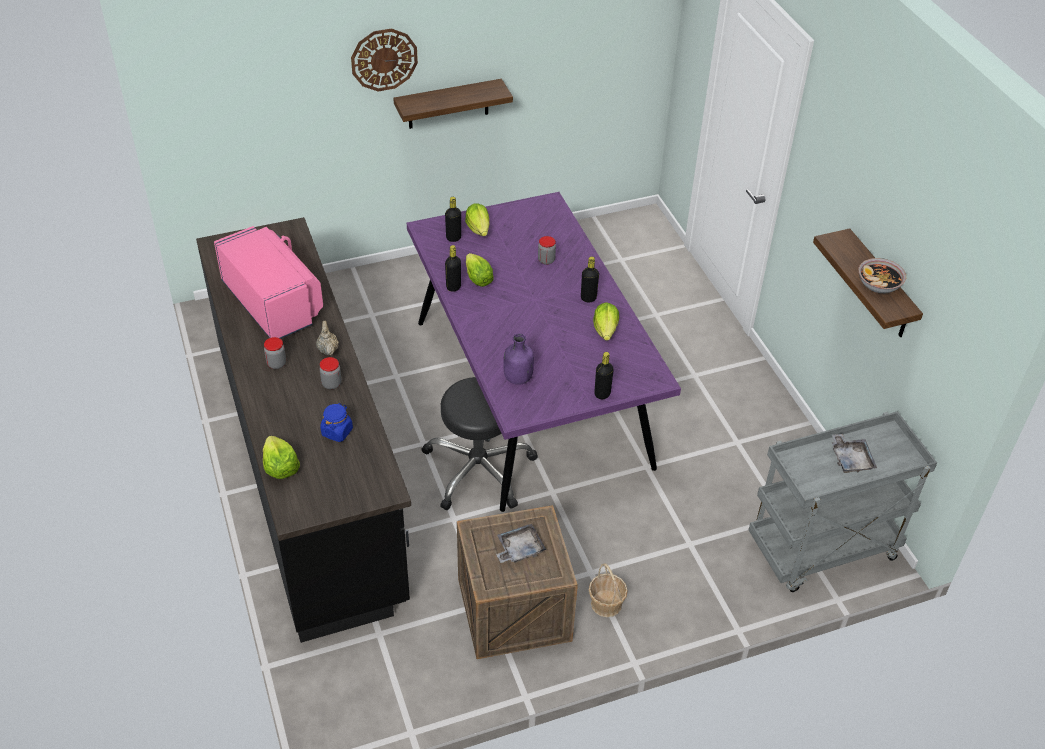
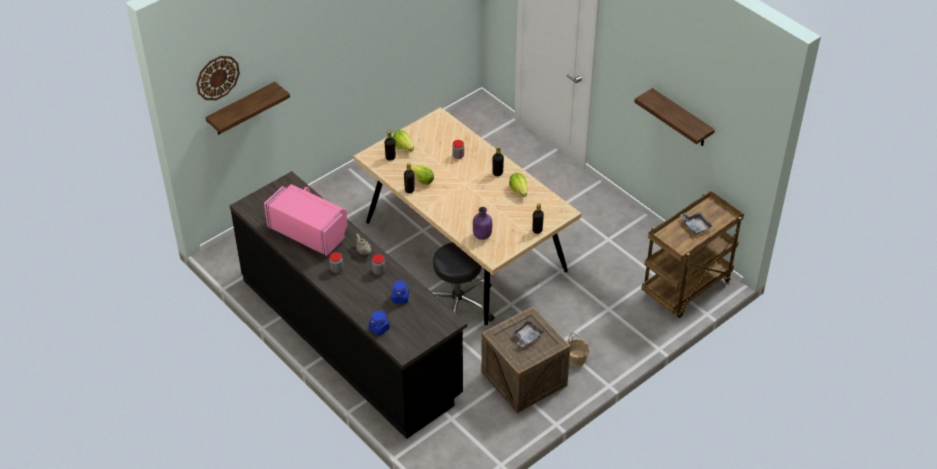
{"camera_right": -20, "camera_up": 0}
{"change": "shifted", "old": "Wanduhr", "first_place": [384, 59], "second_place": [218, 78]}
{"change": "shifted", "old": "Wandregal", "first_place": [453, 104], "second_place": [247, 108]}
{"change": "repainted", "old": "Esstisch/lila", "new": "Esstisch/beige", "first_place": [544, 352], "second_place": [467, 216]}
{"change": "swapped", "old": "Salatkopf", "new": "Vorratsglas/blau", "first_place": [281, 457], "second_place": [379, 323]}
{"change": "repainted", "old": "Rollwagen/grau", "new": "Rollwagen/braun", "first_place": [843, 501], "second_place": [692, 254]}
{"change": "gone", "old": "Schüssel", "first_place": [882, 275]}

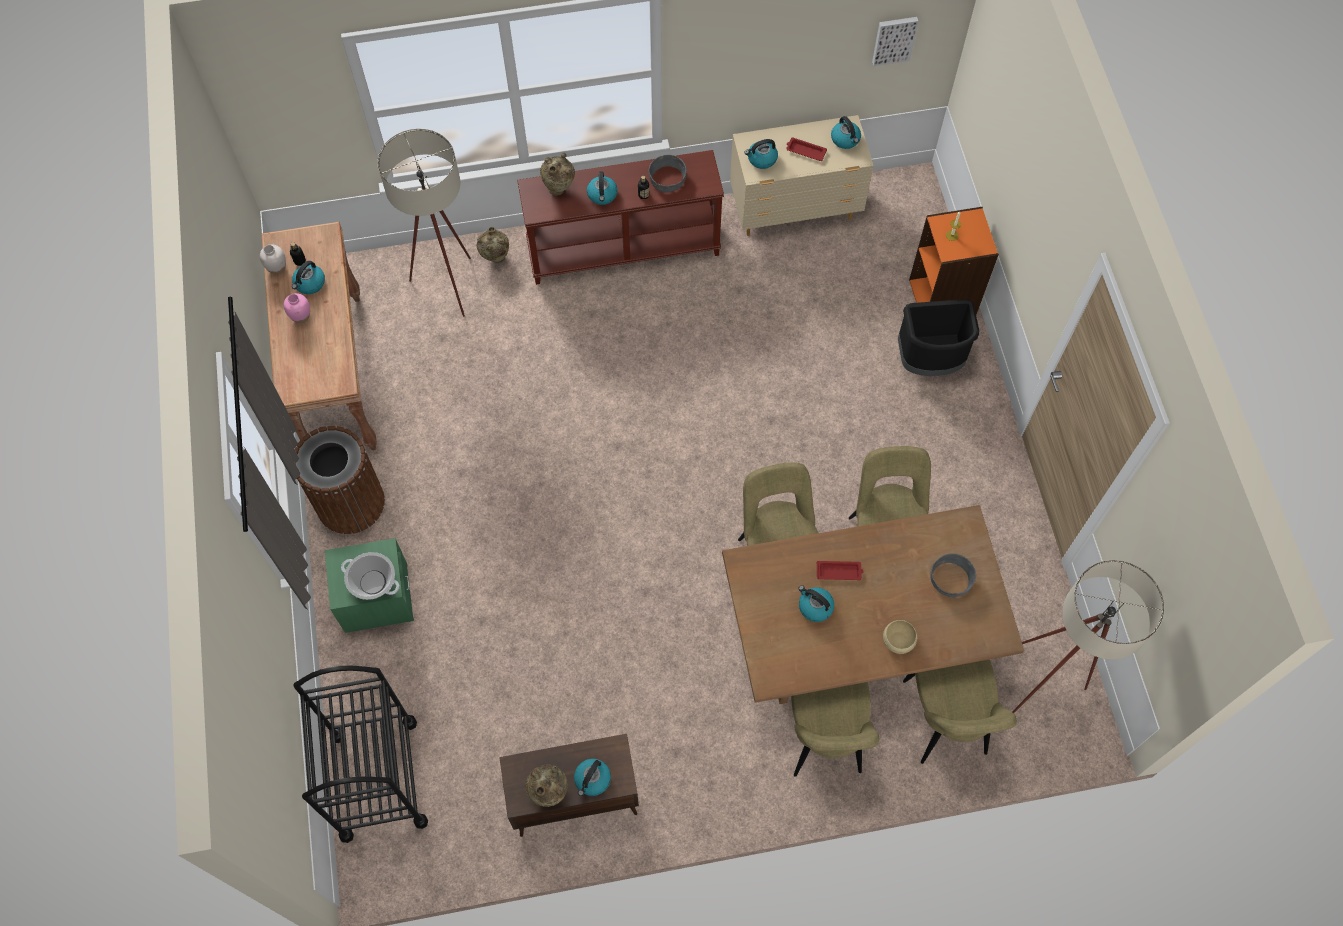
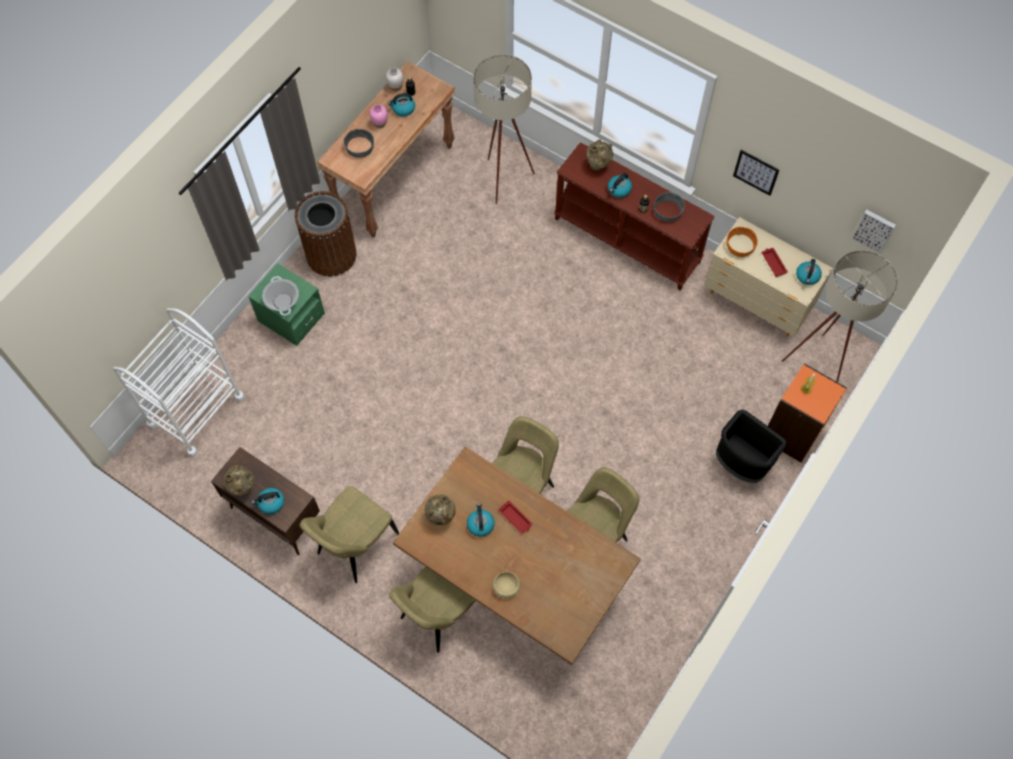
{"camera_right": 45, "camera_up": 0}
{"change": "repainted", "old": "Rollwagen/schwarz", "new": "Rollwagen/weiß", "first_place": [360, 754], "second_place": [179, 383]}
{"change": "shifted", "old": "Stuhl/beige", "first_place": [960, 711], "second_place": [349, 534]}
{"change": "shifted", "old": "Schüssel/grau", "first_place": [953, 575], "second_place": [359, 143]}
{"change": "shifted", "old": "Vase/beige", "first_place": [493, 245], "second_place": [440, 509]}
{"change": "swapped", "old": "Wasserkessel", "new": "Schüssel/orange", "first_place": [761, 154], "second_place": [742, 242]}
{"change": "new", "new": "Bild", "second_place": [756, 173]}
{"change": "shifted", "old": "Stehlampe/beige", "first_place": [1088, 636], "second_place": [840, 316]}

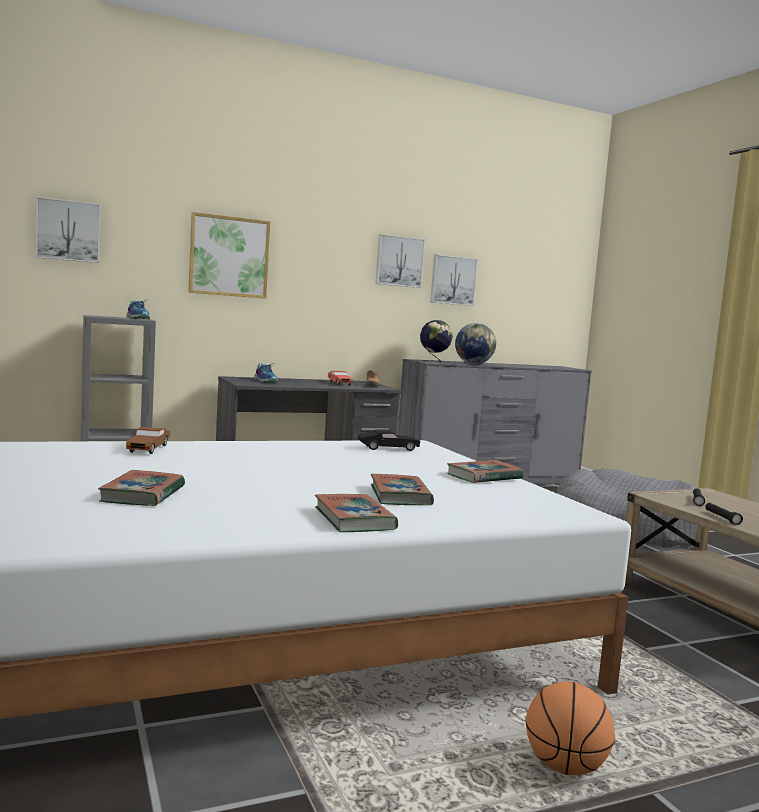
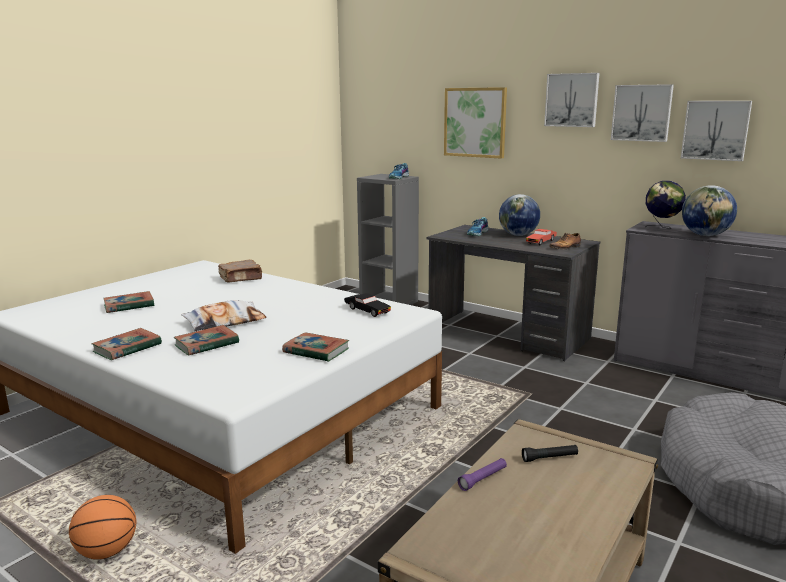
{"camera_right": 60, "camera_up": 10}
{"change": "new", "new": "Kissen", "second_place": [224, 315]}
{"change": "swapped", "old": "Spielzeugauto/braun", "new": "Buch/braun", "first_place": [148, 440], "second_place": [240, 271]}
{"change": "repainted", "old": "Taschenlampe/schwarz", "new": "Taschenlampe/lila", "first_place": [724, 514], "second_place": [482, 474]}
{"change": "new", "new": "Globus", "second_place": [519, 215]}
{"change": "shifted", "old": "Bild", "first_place": [68, 230], "second_place": [572, 100]}

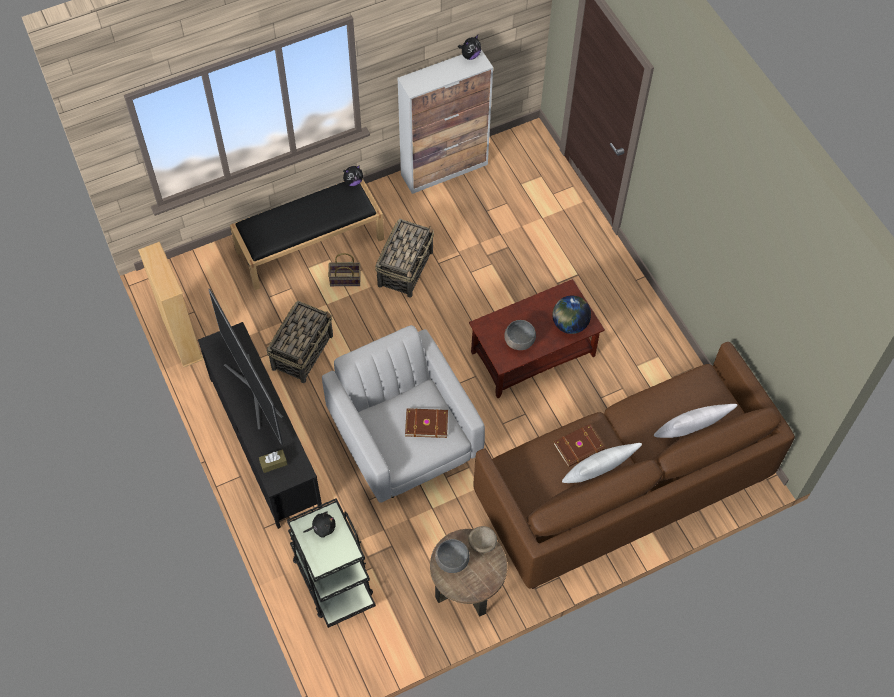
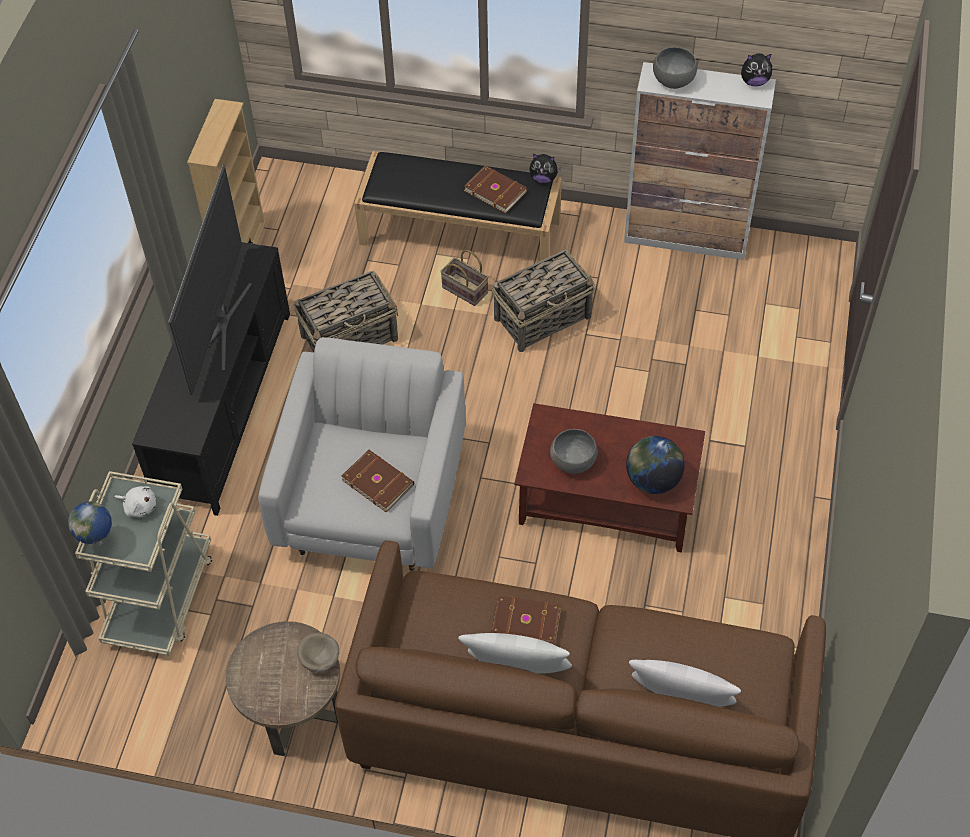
{"camera_right": 40, "camera_up": -5}
{"change": "new", "new": "Globus", "second_place": [90, 523]}
{"change": "repainted", "old": "Rollwagen/schwarz", "new": "Rollwagen/beige", "first_place": [331, 563], "second_place": [143, 563]}
{"change": "repainted", "old": "Plüschtier/schwarz", "new": "Plüschtier/weiß", "first_place": [319, 524], "second_place": [135, 501]}
{"change": "new", "new": "Buch/braun", "second_place": [496, 189]}
{"change": "shifted", "old": "Schüssel/grau", "first_place": [452, 556], "second_place": [675, 68]}
{"change": "gone", "old": "Taschentuchbox/braun", "first_place": [273, 461]}

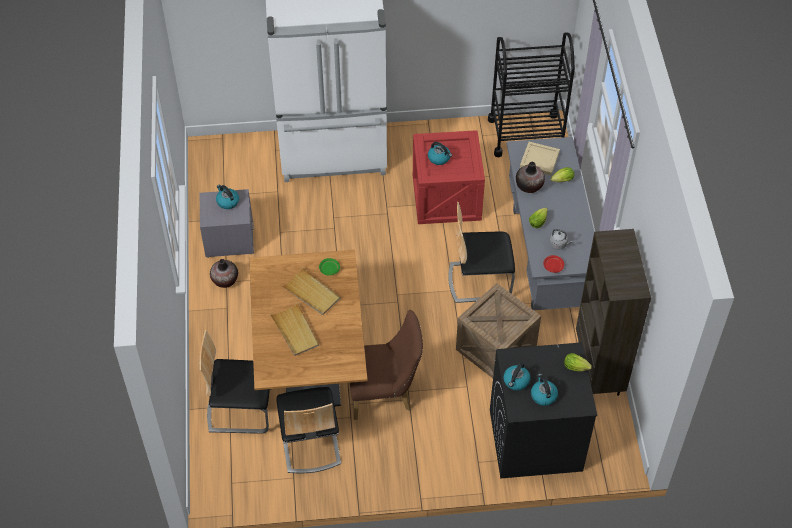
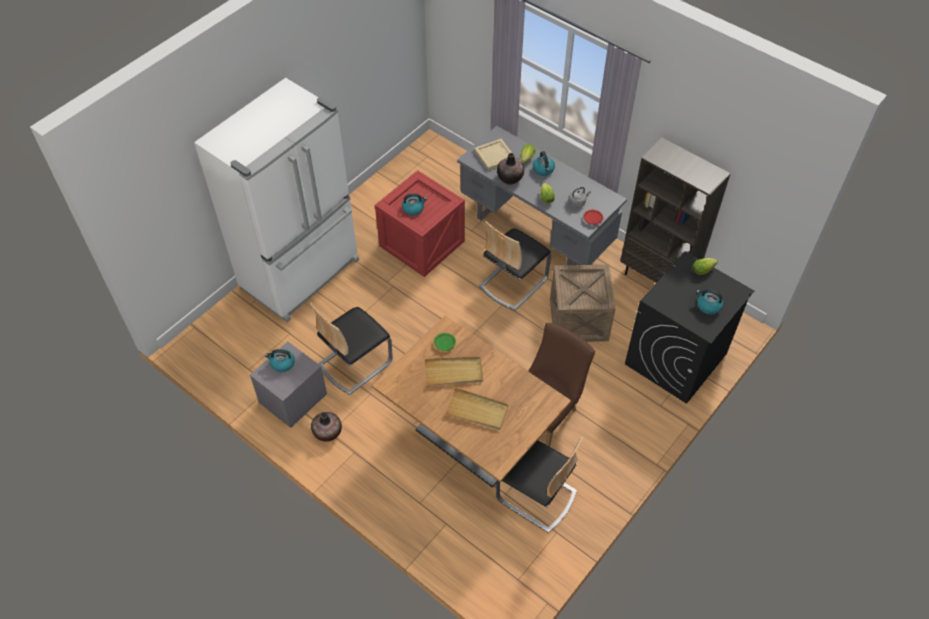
{"camera_right": -45, "camera_up": 0}
{"change": "shifted", "old": "Stuhl", "first_place": [235, 382], "second_place": [351, 348]}
{"change": "shifted", "old": "Wasserkessel", "first_place": [517, 376], "second_place": [544, 163]}
{"change": "gone", "old": "Rollwagen/schwarz", "first_place": [531, 95]}

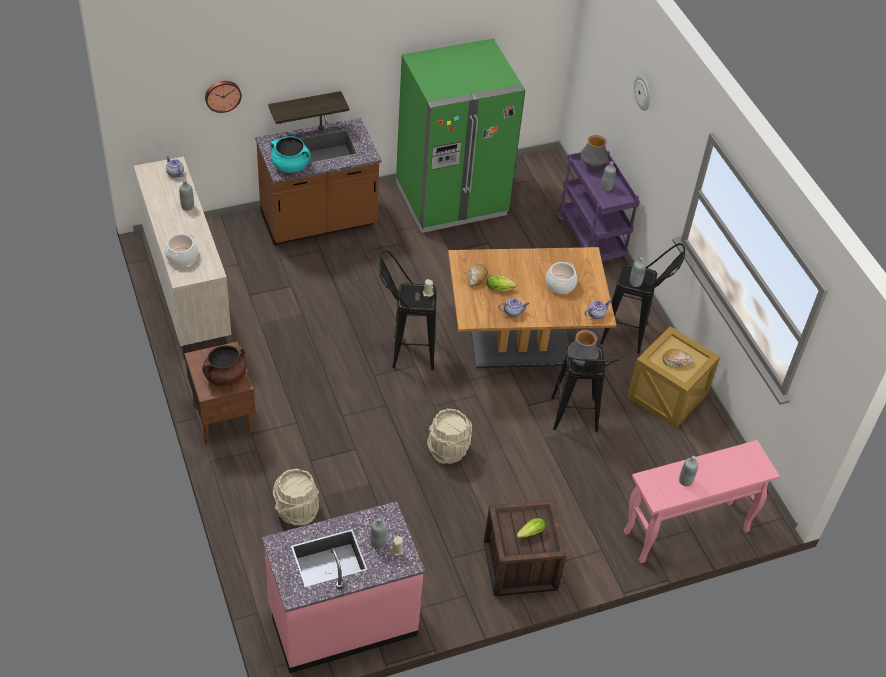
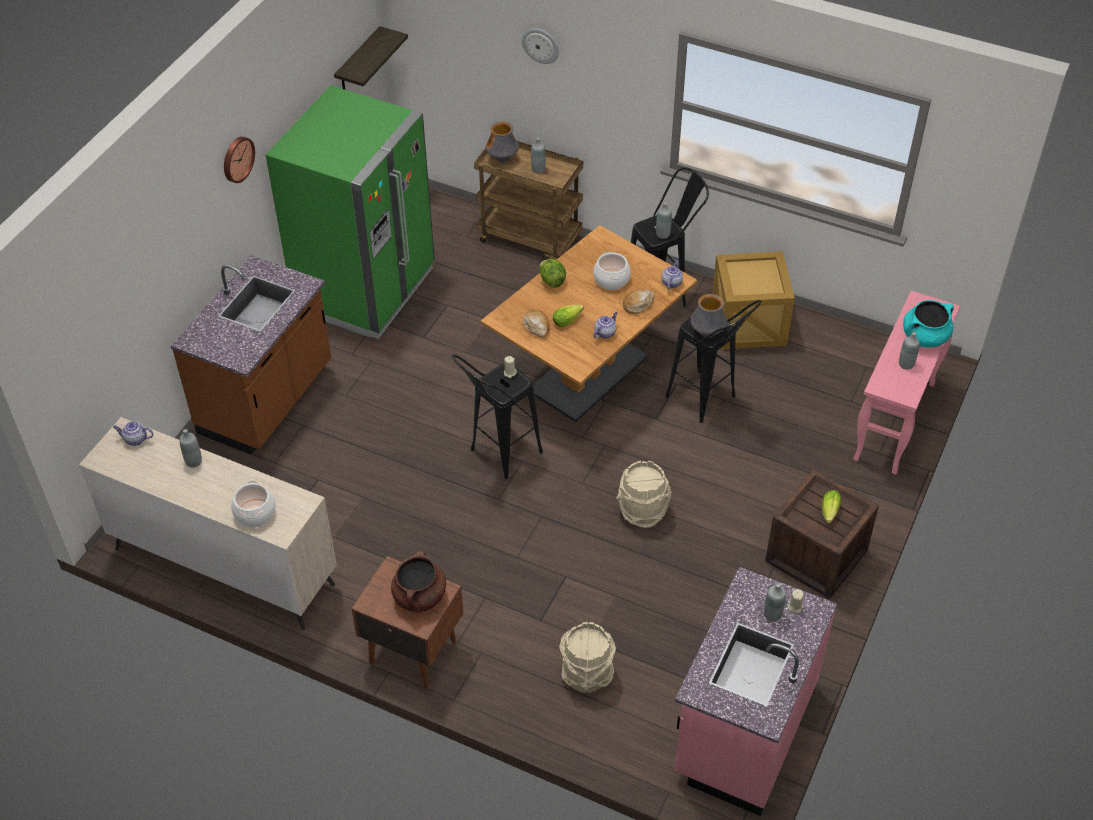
{"camera_right": -40, "camera_up": 0}
{"change": "shifted", "old": "Wanduhr", "first_place": [223, 97], "second_place": [239, 160]}
{"change": "shifted", "old": "Wandregal", "first_place": [308, 107], "second_place": [371, 57]}
{"change": "repainted", "old": "Rollwagen/lila", "new": "Rollwagen/braun", "first_place": [598, 205], "second_place": [528, 200]}
{"change": "new", "new": "Salatkopf", "second_place": [553, 273]}
{"change": "shifted", "old": "Brot", "first_place": [678, 358], "second_place": [639, 301]}
{"change": "shifted", "old": "Kochtopf/türkis", "first_place": [290, 154], "second_place": [928, 324]}

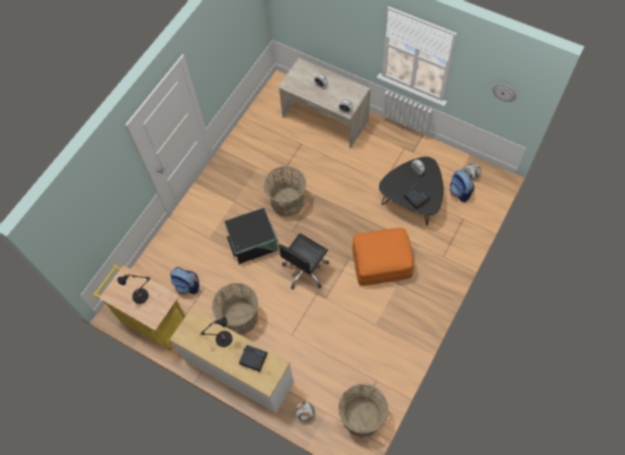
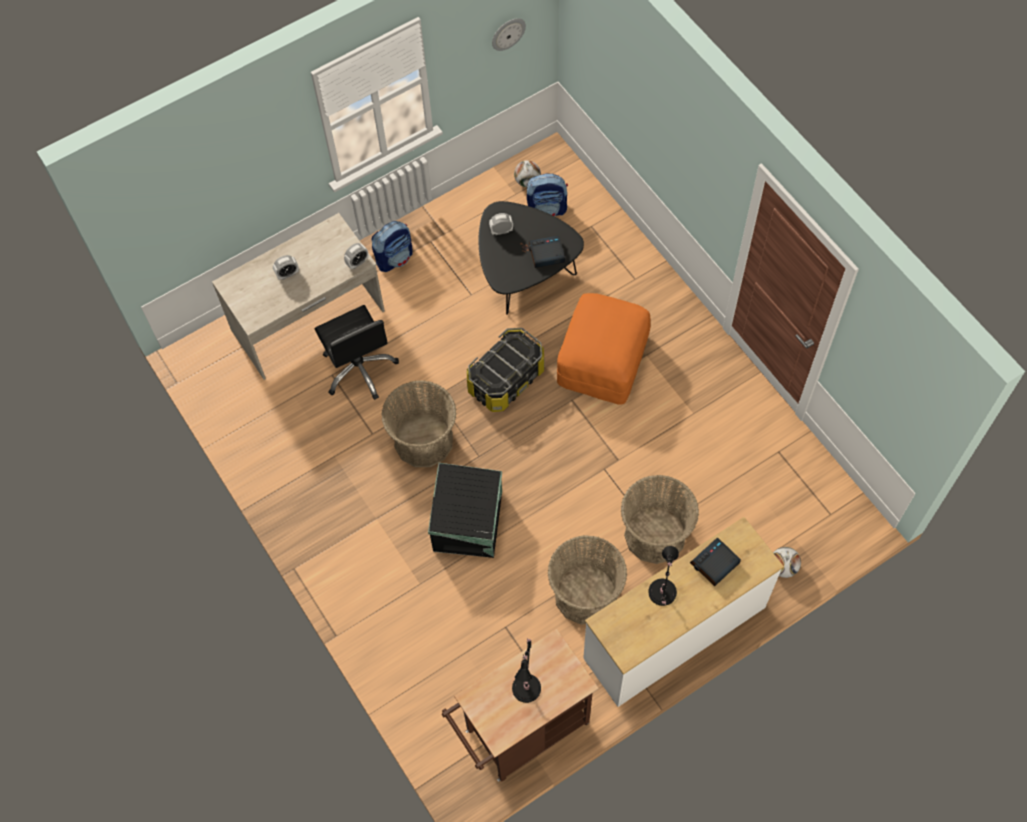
{"camera_right": -65, "camera_up": 0}
{"change": "shifted", "old": "Bürostuhl/schwarz", "first_place": [303, 261], "second_place": [356, 352]}
{"change": "shifted", "old": "Rucksack", "first_place": [184, 281], "second_place": [392, 246]}
{"change": "repainted", "old": "Rollwagen/gelb", "new": "Rollwagen/braun", "first_place": [139, 307], "second_place": [520, 705]}
{"change": "new", "new": "Aufbewahrungsbox", "second_place": [506, 370]}
{"change": "shifted", "old": "Korb", "first_place": [363, 410], "second_place": [660, 519]}

